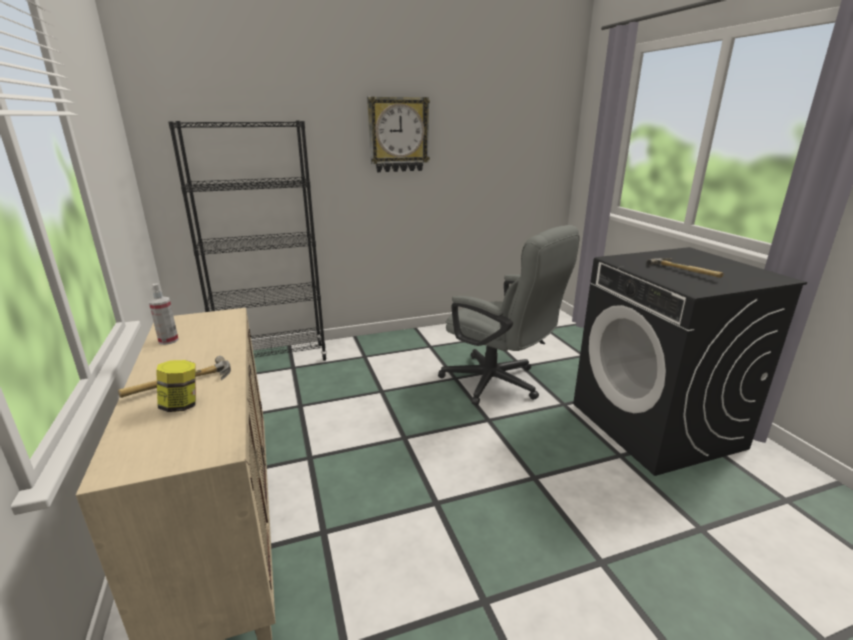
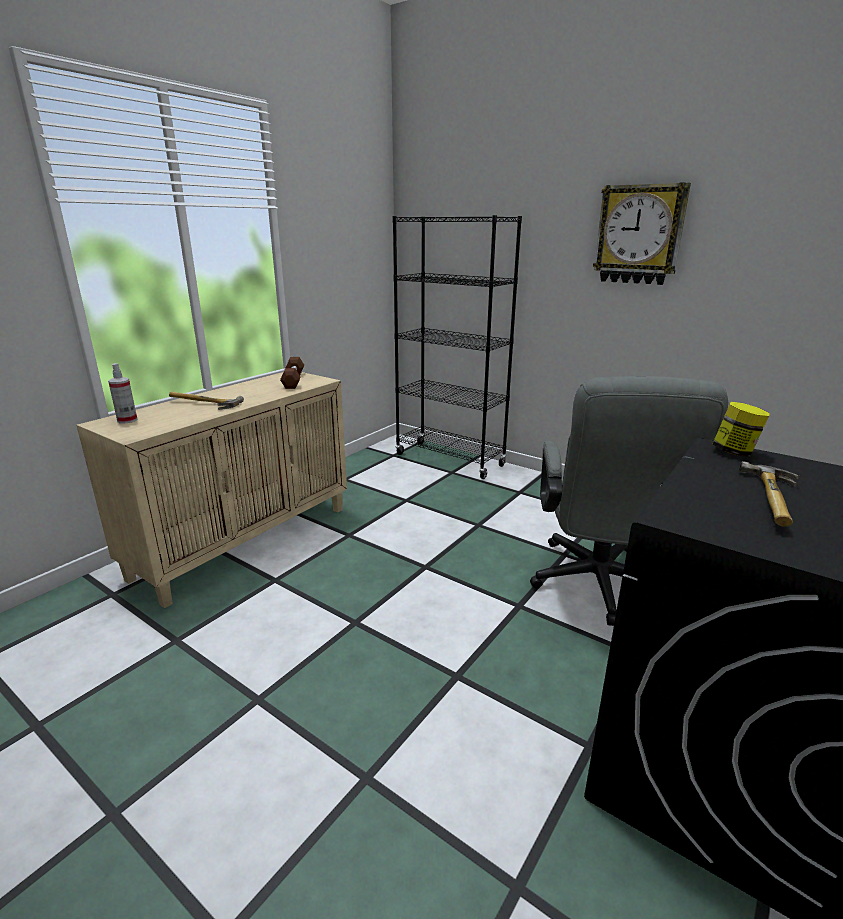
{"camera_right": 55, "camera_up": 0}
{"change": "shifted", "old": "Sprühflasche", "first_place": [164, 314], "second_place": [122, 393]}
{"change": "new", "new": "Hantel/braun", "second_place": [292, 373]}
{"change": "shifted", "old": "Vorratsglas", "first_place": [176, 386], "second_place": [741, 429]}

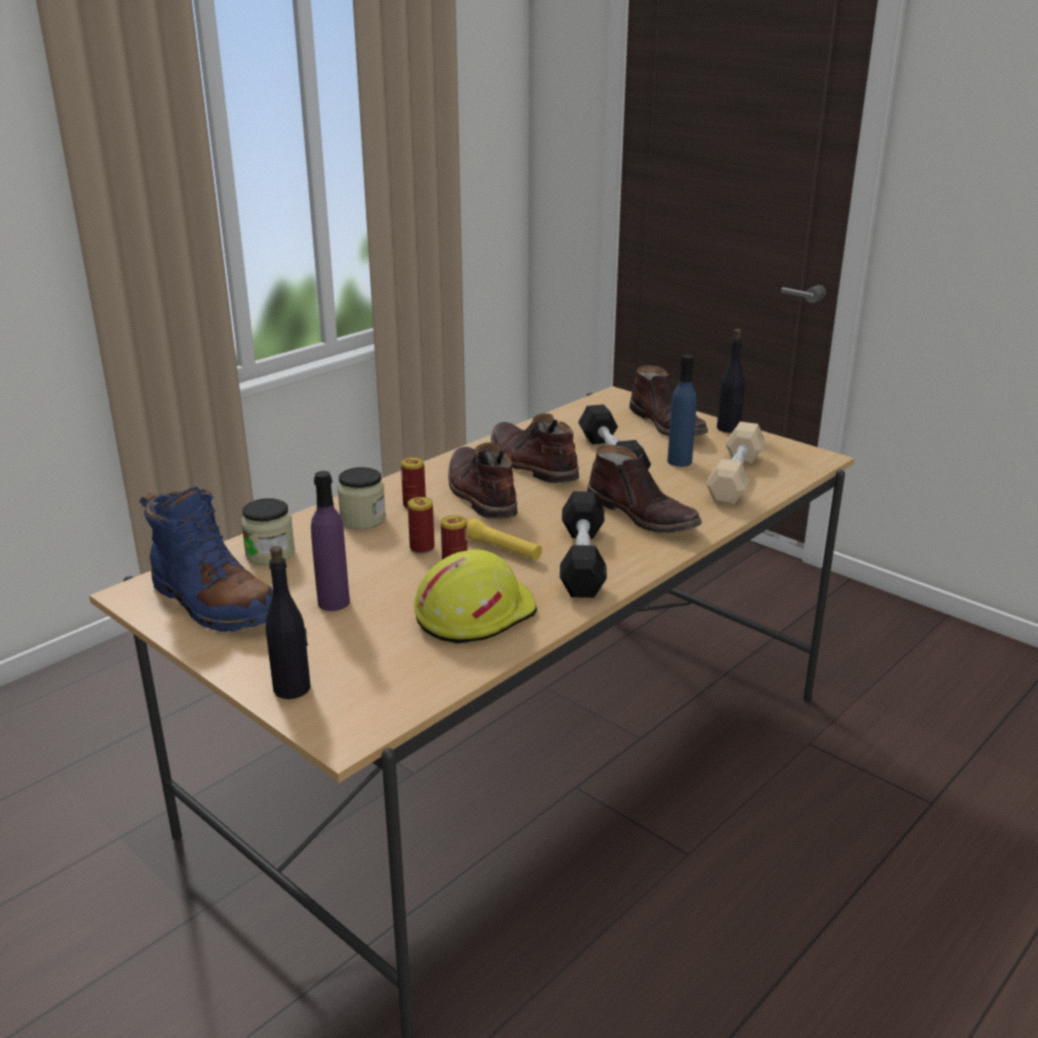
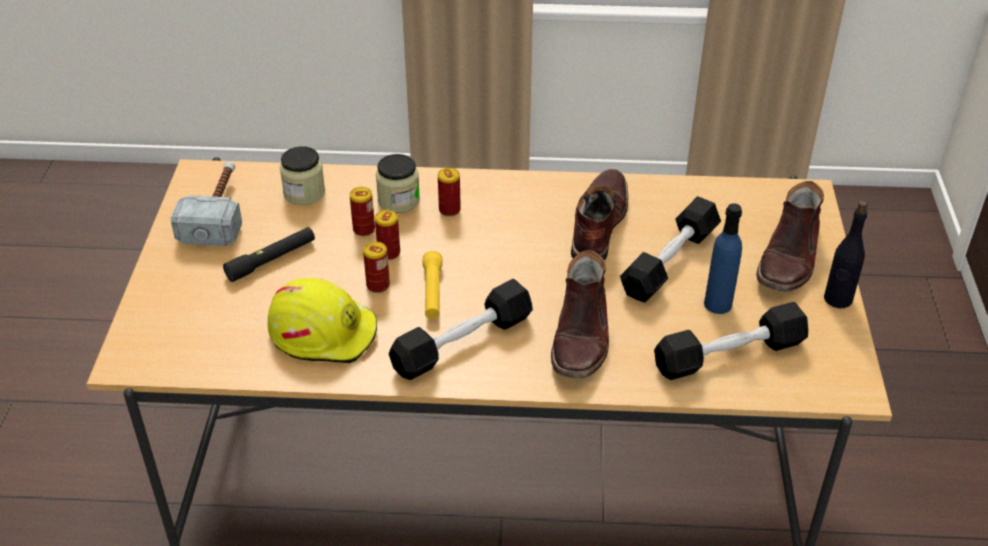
{"camera_right": 50, "camera_up": 15}
{"change": "swapped", "old": "Stiefel/blau", "new": "Hammer", "first_place": [206, 559], "second_place": [206, 203]}
{"change": "swapped", "old": "Flasche/lila", "new": "Taschenlampe/schwarz", "first_place": [330, 541], "second_place": [269, 254]}
{"change": "new", "new": "Dose", "second_place": [362, 211]}
{"change": "repainted", "old": "Hantel/beige", "new": "Hantel/schwarz", "first_place": [736, 463], "second_place": [731, 341]}
{"change": "gone", "old": "Flasche/schwarz", "first_place": [288, 622]}
{"change": "gone", "old": "Stiefel/braun", "first_place": [482, 480]}

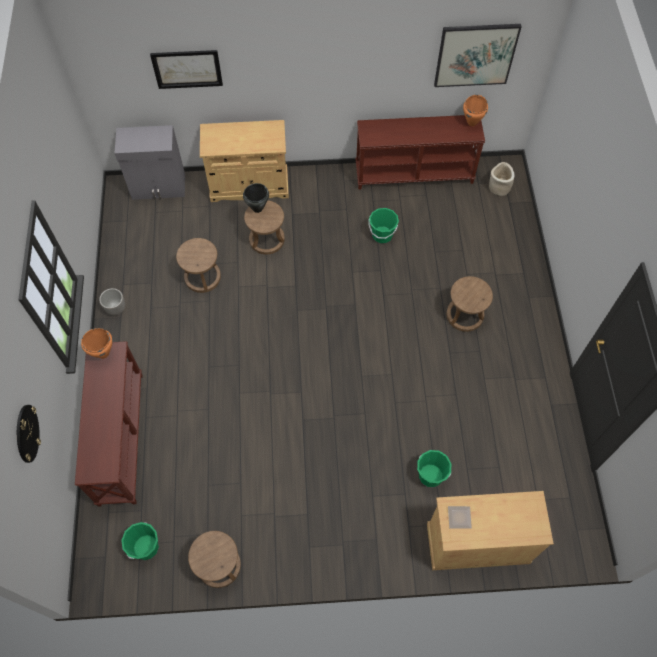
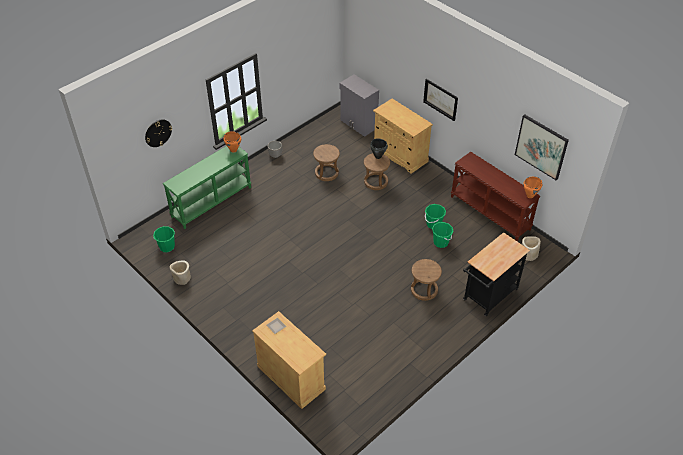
{"camera_right": 50, "camera_up": -15}
{"change": "repainted", "old": "Konsolentisch/braun", "new": "Konsolentisch/grün", "first_place": [109, 424], "second_place": [207, 187]}
{"change": "swapped", "old": "Hocker/braun", "new": "Pflanzkübel/beige", "first_place": [214, 559], "second_place": [180, 272]}
{"change": "shifted", "old": "Bild", "first_place": [186, 69], "second_place": [440, 100]}
{"change": "shifted", "old": "Eimer/grün", "first_place": [434, 468], "second_place": [442, 235]}
{"change": "new", "new": "Rollwagen/schwarz", "second_place": [496, 274]}

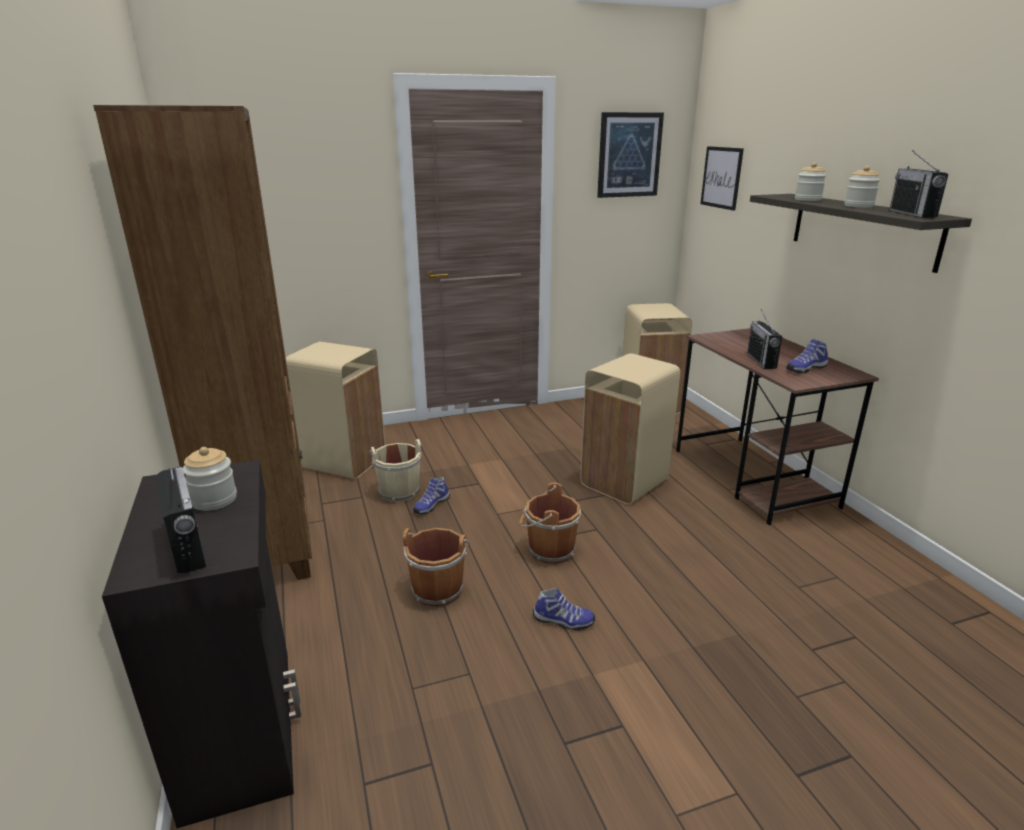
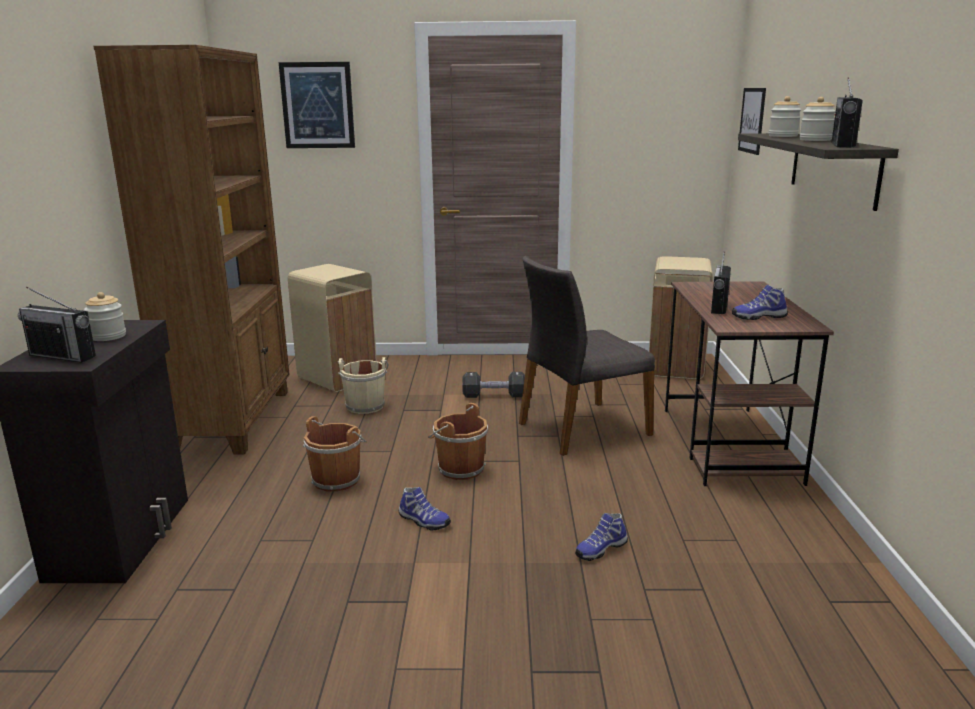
{"camera_right": 20, "camera_up": -5}
{"change": "rotated", "old": "Radio", "first_place": [181, 520], "second_place": [57, 325], "degrees": 120}
{"change": "shifted", "old": "Bild", "first_place": [630, 155], "second_place": [317, 105]}
{"change": "new", "new": "Hantel/schwarz", "second_place": [493, 385]}
{"change": "swapped", "old": "Mülleimer/beige", "new": "Stuhl/grau", "first_place": [630, 428], "second_place": [587, 356]}
{"change": "shifted", "old": "Schuh", "first_place": [431, 496], "second_place": [601, 537]}

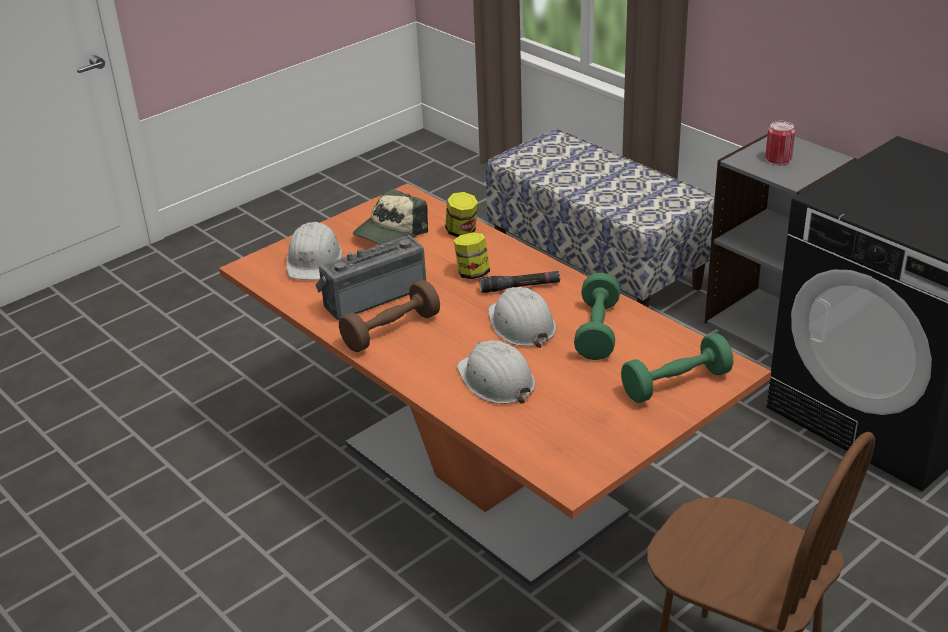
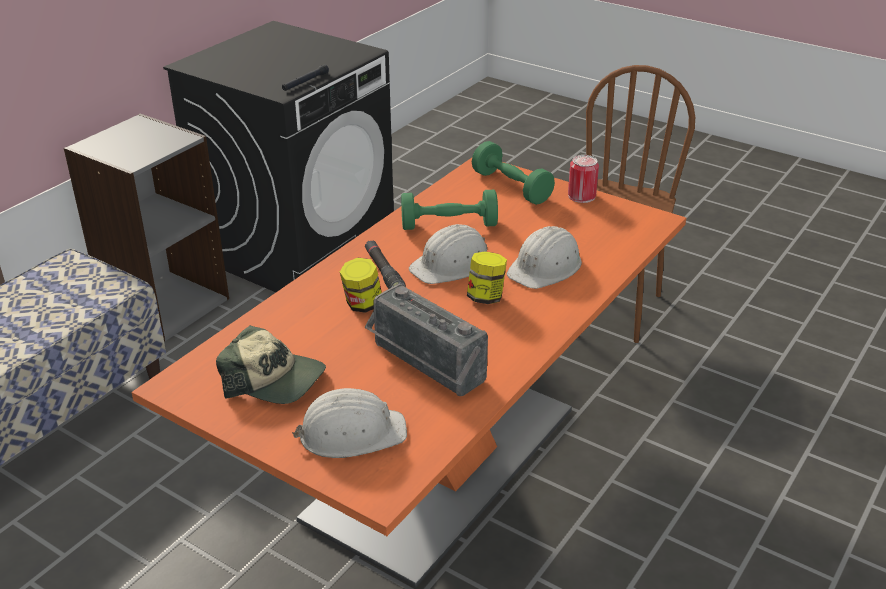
{"camera_right": -105, "camera_up": 0}
{"change": "new", "new": "Taschenlampe/schwarz", "second_place": [305, 77]}
{"change": "shifted", "old": "Vorratsglas", "first_place": [461, 214], "second_place": [487, 277]}
{"change": "shifted", "old": "Dose", "first_place": [780, 143], "second_place": [583, 179]}
{"change": "gone", "old": "Hantel/braun", "first_place": [389, 316]}

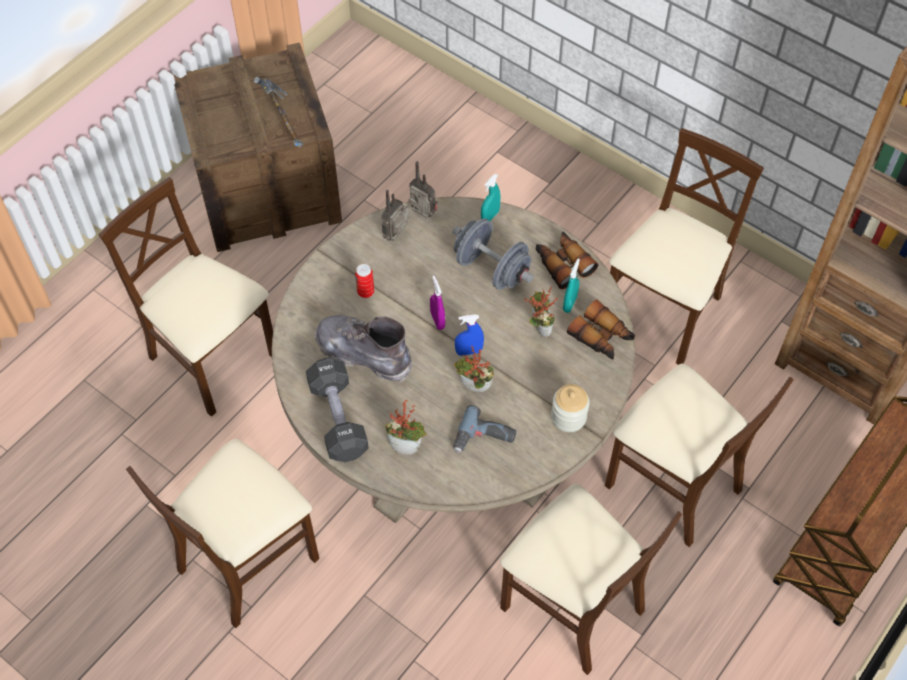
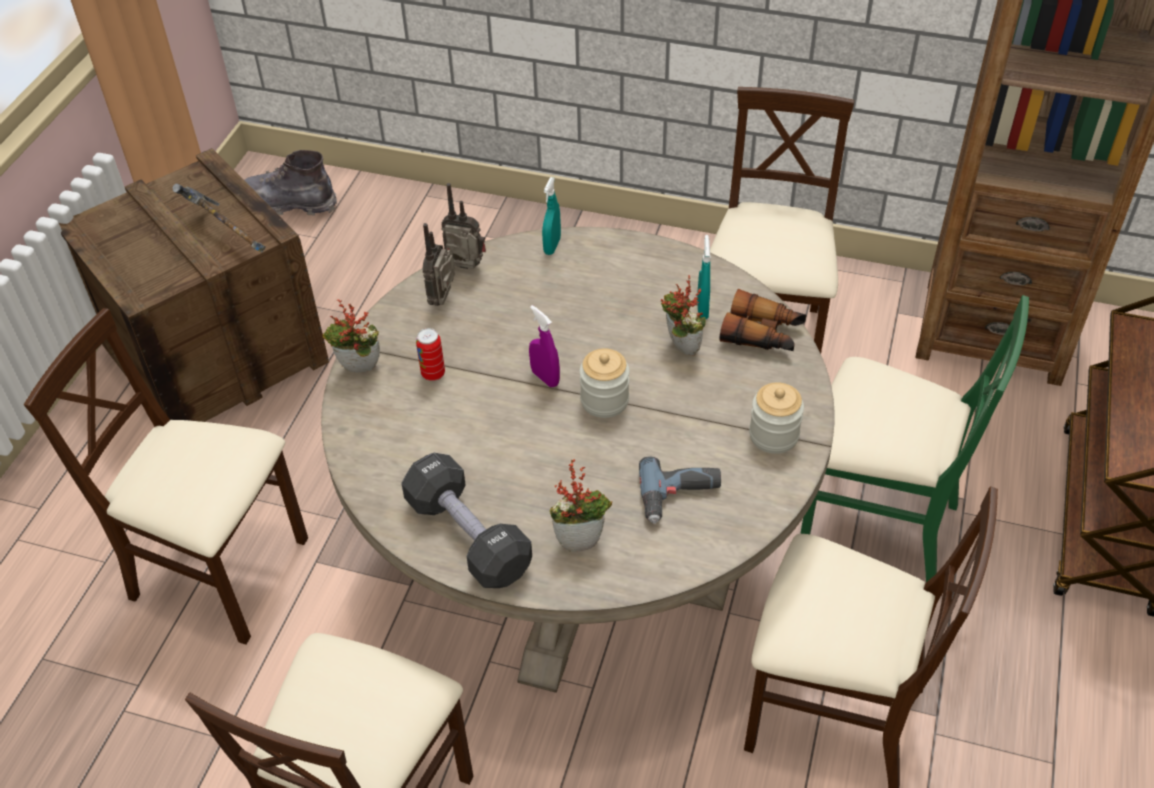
{"camera_right": -20, "camera_up": -10}
{"change": "shifted", "old": "Stiefel/grau", "first_place": [363, 349], "second_place": [290, 183]}
{"change": "shifted", "old": "Topfpflanze", "first_place": [474, 369], "second_place": [351, 336]}
{"change": "swapped", "old": "Sprühflasche/blau", "new": "Vorratsglas", "first_place": [469, 335], "second_place": [604, 383]}
{"change": "repainted", "old": "Stuhl/beige", "new": "Stuhl/grün", "first_place": [699, 455], "second_place": [914, 438]}
{"change": "gone", "old": "Hantel/grau", "first_place": [493, 254]}
{"change": "gone", "old": "Fernglas", "first_place": [567, 260]}

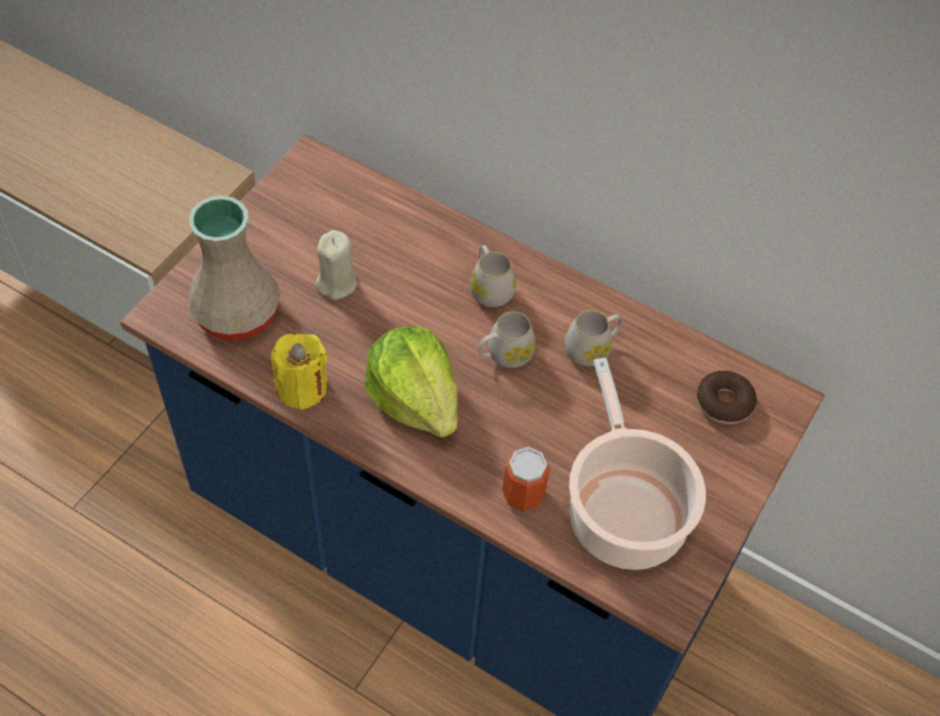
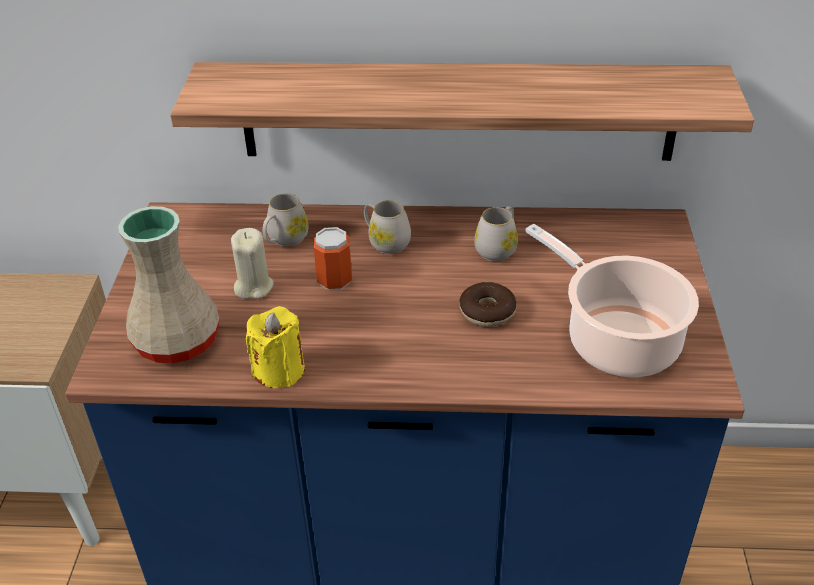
{"camera_right": -25, "camera_up": -15}
{"change": "new", "new": "Wandregal", "second_place": [462, 111]}
{"change": "shifted", "old": "Henkelbecher/weiß", "first_place": [507, 339], "second_place": [285, 219]}
{"change": "shifted", "old": "Dose", "first_place": [526, 479], "second_place": [333, 258]}
{"change": "shifted", "old": "Donut", "first_place": [727, 397], "second_place": [487, 304]}
{"change": "gone", "old": "Salatkopf", "first_place": [411, 381]}

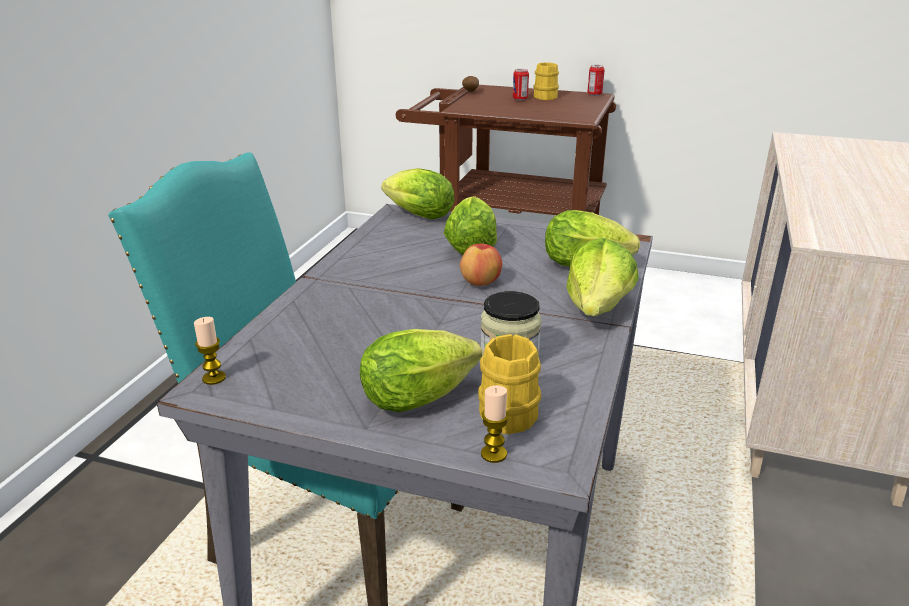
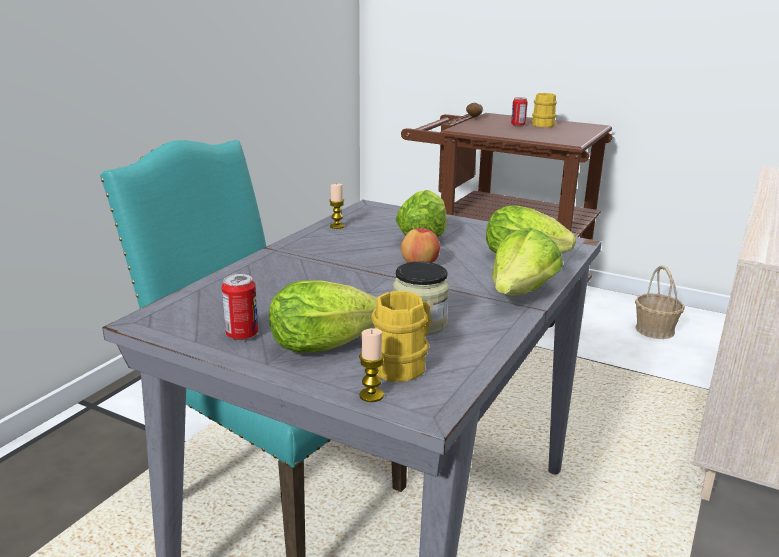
{"camera_right": 10, "camera_up": -5}
{"change": "shifted", "old": "Dose", "first_place": [596, 80], "second_place": [240, 307]}
{"change": "shifted", "old": "Kerze", "first_place": [210, 351], "second_place": [337, 206]}
{"change": "new", "new": "Korb", "second_place": [660, 302]}
{"change": "gone", "old": "Salatkopf", "first_place": [418, 193]}

